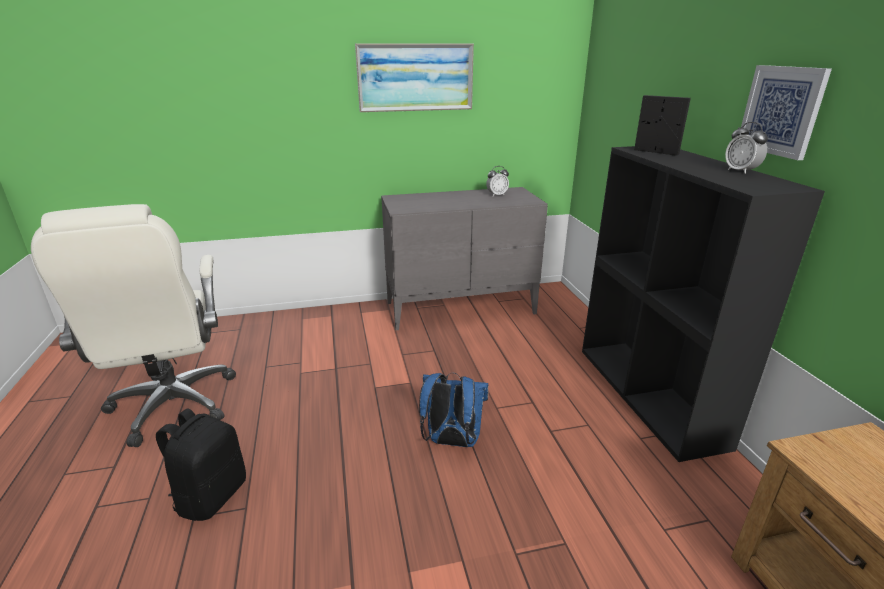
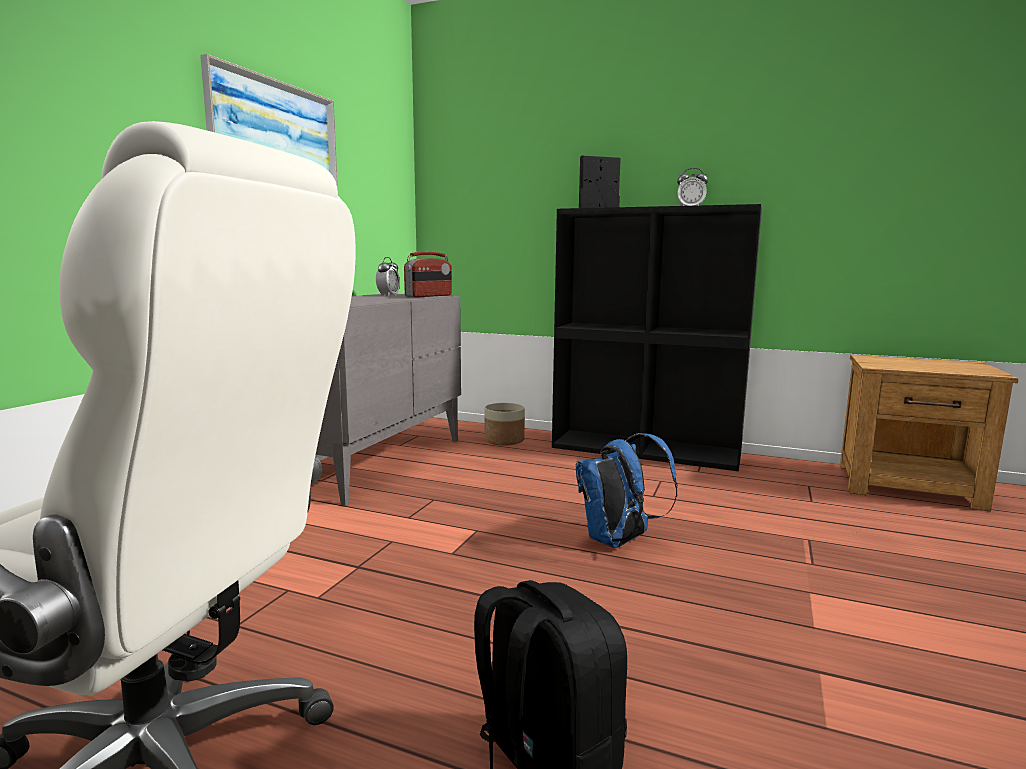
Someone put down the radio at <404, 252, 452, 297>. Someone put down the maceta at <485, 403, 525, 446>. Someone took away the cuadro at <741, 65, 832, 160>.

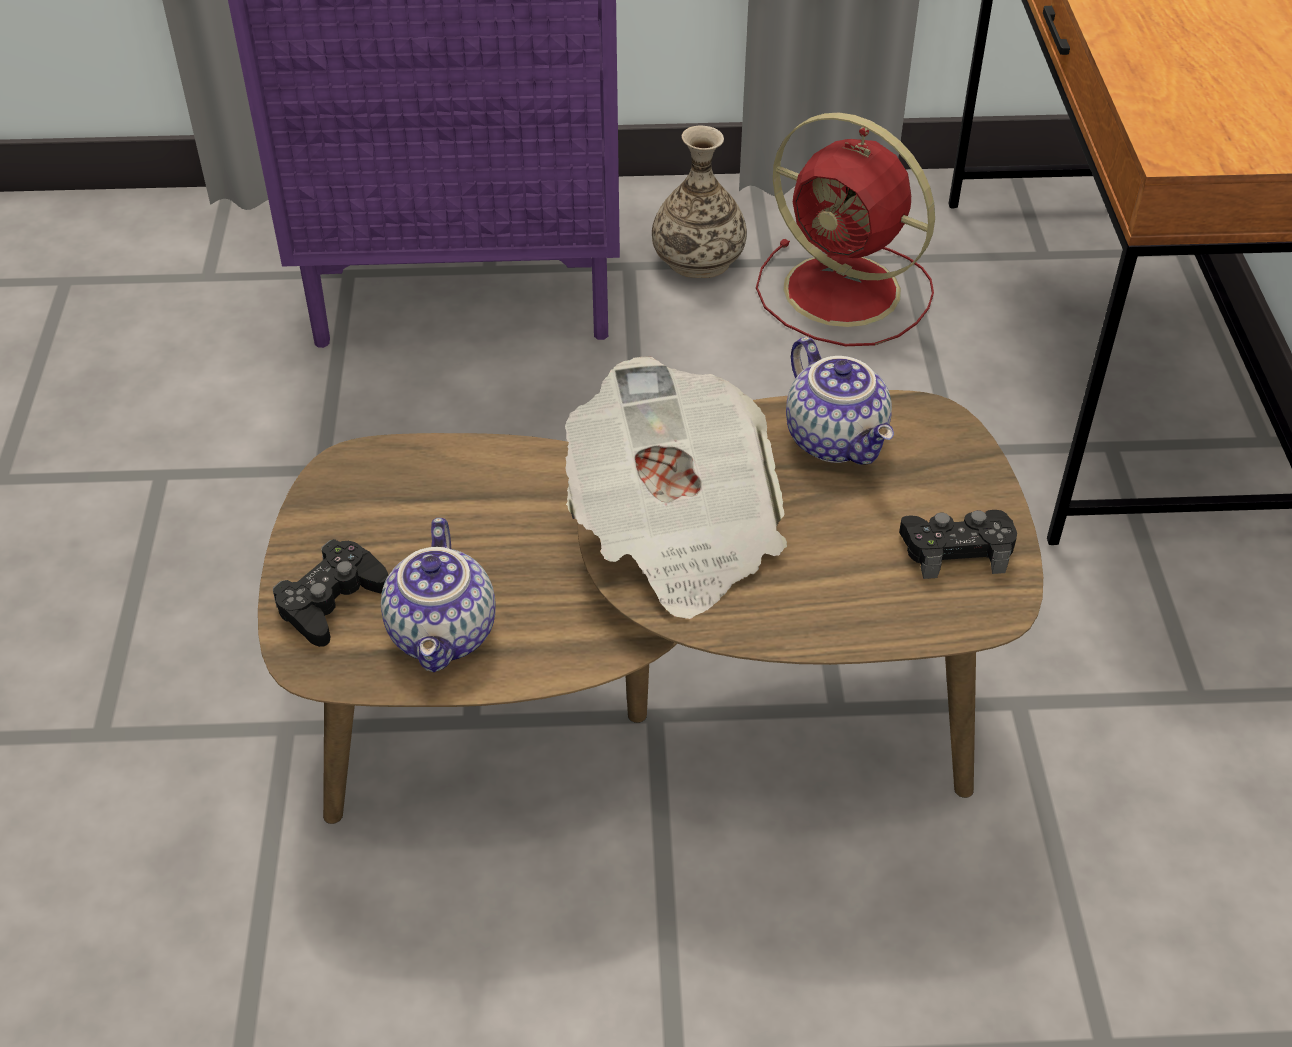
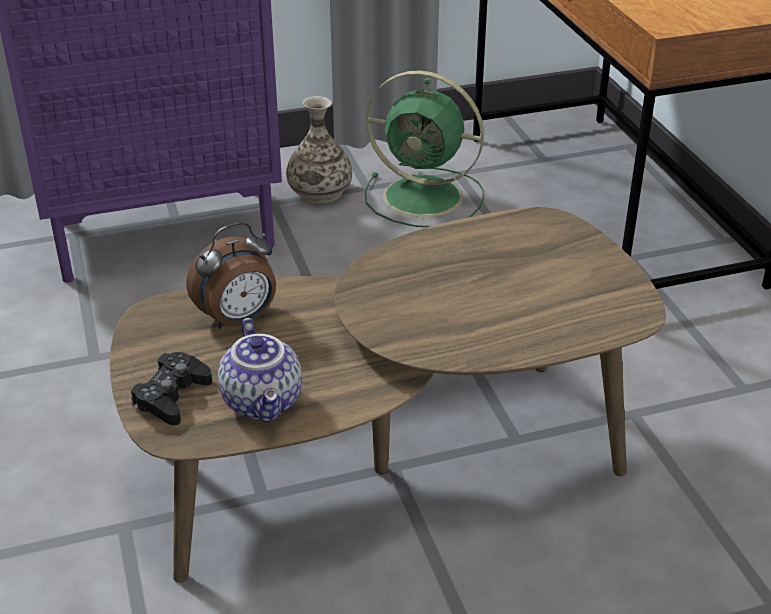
Someone put down the despertador at <186, 222, 276, 329>. Someone repainted the ventilador/rojo at <756, 113, 935, 346>, which became the ventilador/verde at <365, 70, 484, 227>. Someone took away the periódico at <565, 356, 787, 619>. Someone took away the tetera at <786, 337, 894, 465>. Someone took away the mando de consola/negro at <899, 510, 1017, 579>.

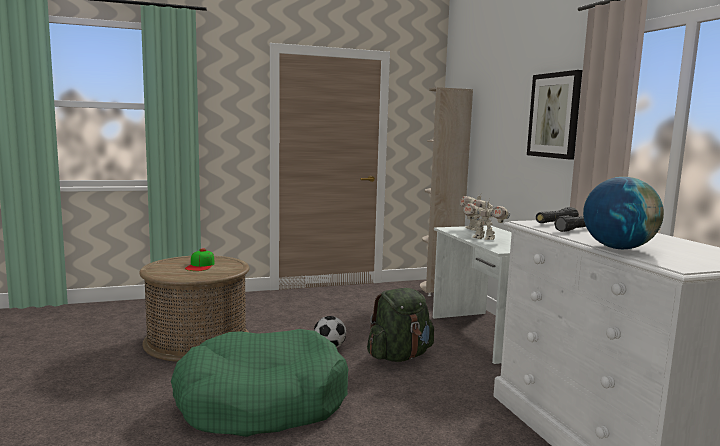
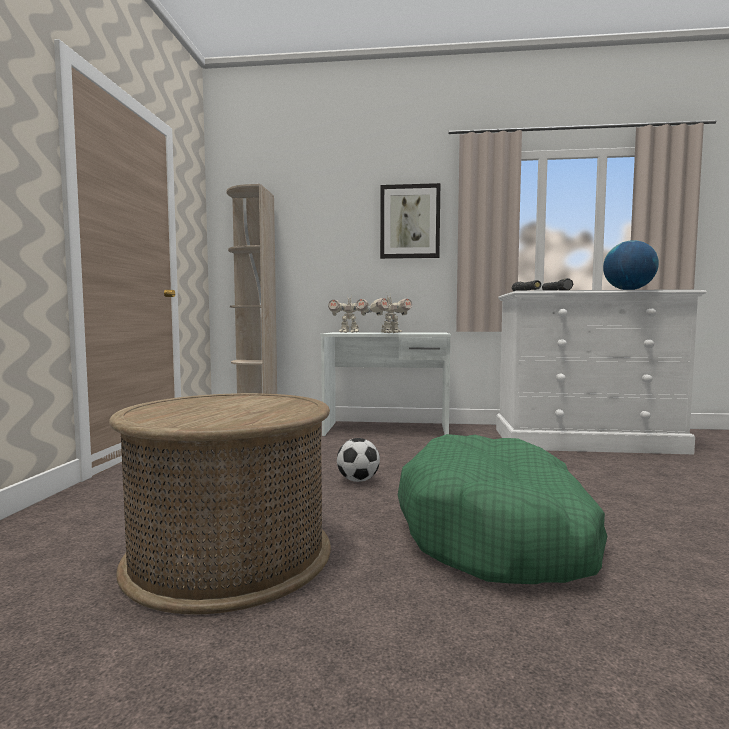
Someone took away the gorra at <185, 249, 215, 271>. Someone took away the mochila/verde at <367, 288, 434, 362>.

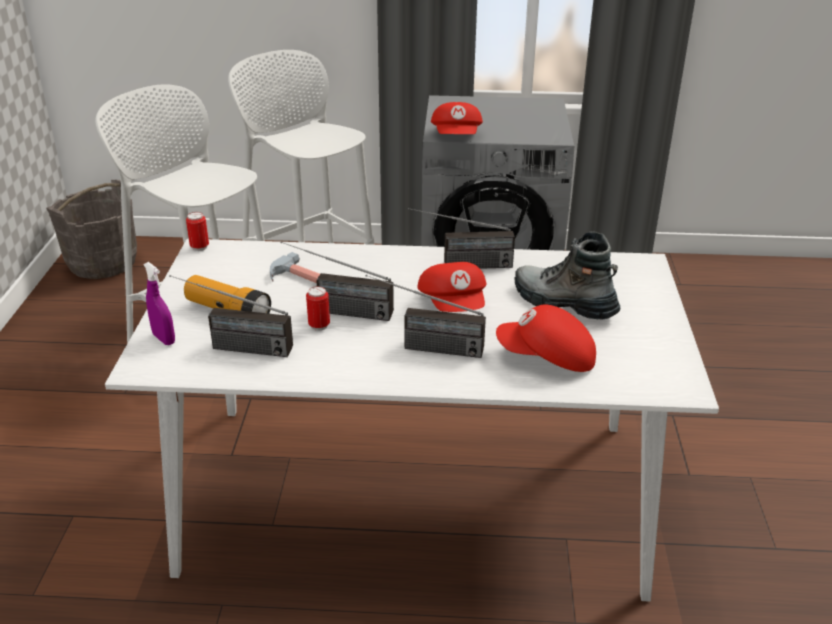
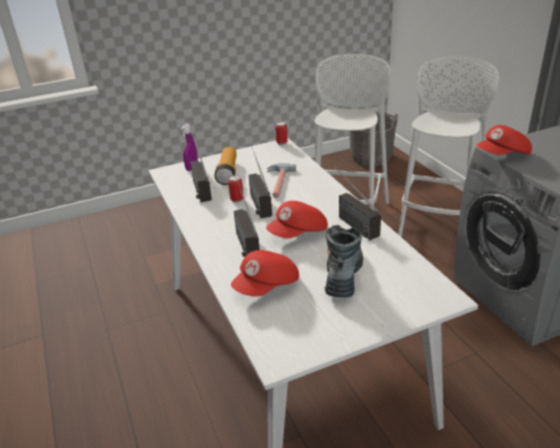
Someone rotated the gorra/rojo at <496, 304, 596, 372> by 120 degrees counterclockwise.

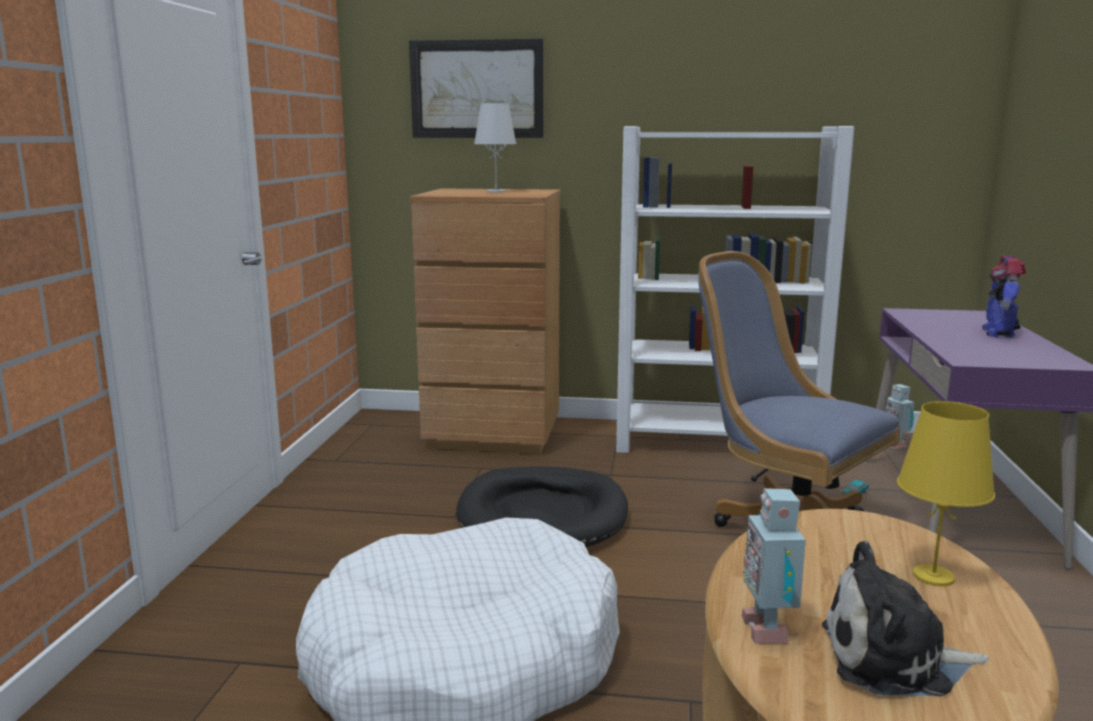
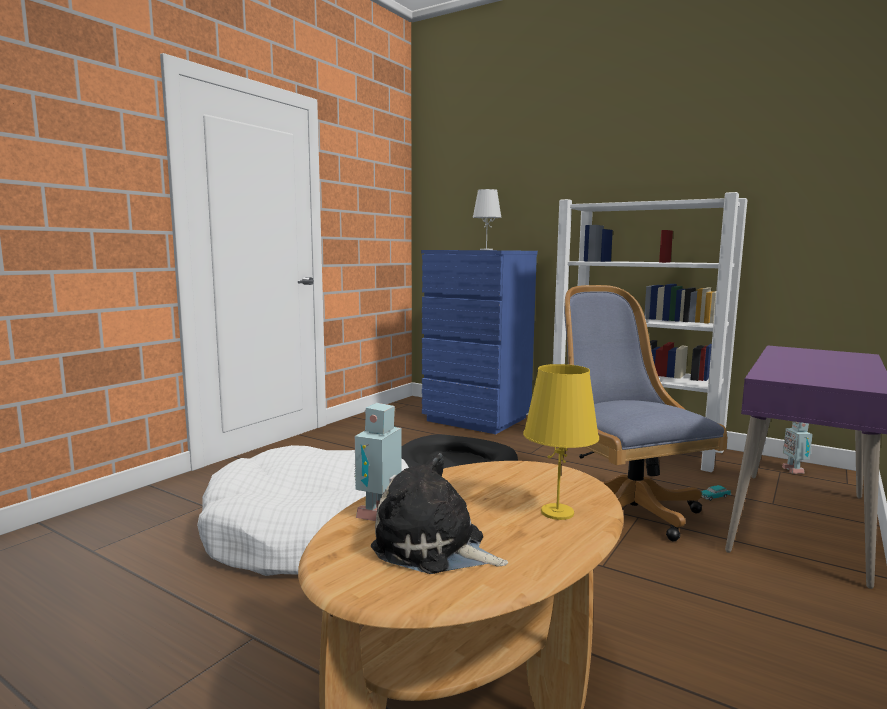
Someone repainted the cómoda/marrón at <410, 189, 560, 454>, which became the cómoda/azul at <421, 250, 538, 434>. Someone took away the cuadro at <409, 38, 544, 138>. Someone took away the robot de juguete at <982, 255, 1026, 337>.

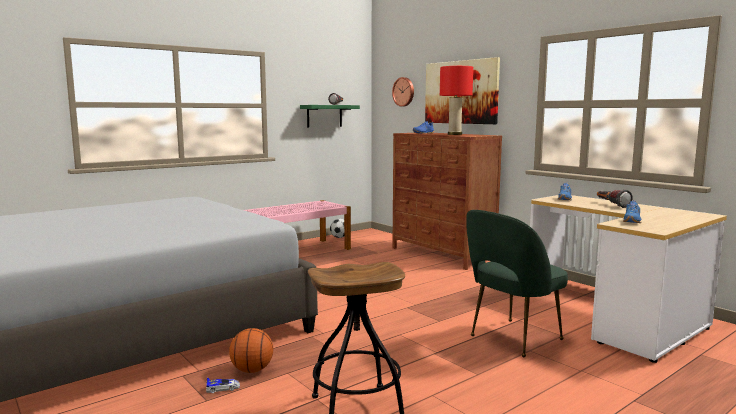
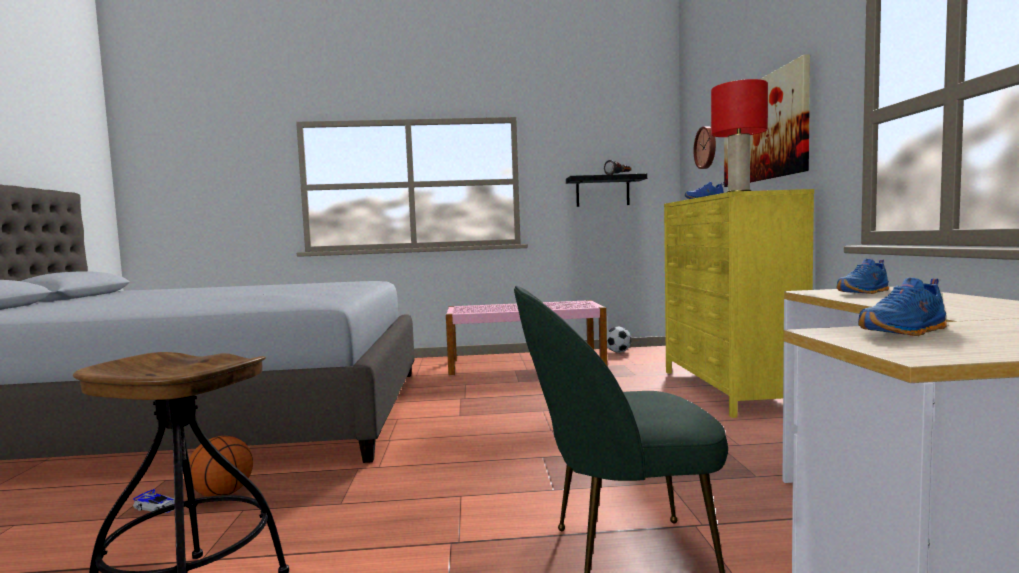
Someone repainted the estante/verde at <300, 105, 360, 127>, which became the estante/negro at <566, 174, 647, 207>. Someone repainted the cómoda/marrón at <392, 133, 502, 270>, which became the cómoda/amarillo at <664, 189, 814, 418>. Someone took away the linterna at <597, 190, 633, 208>.

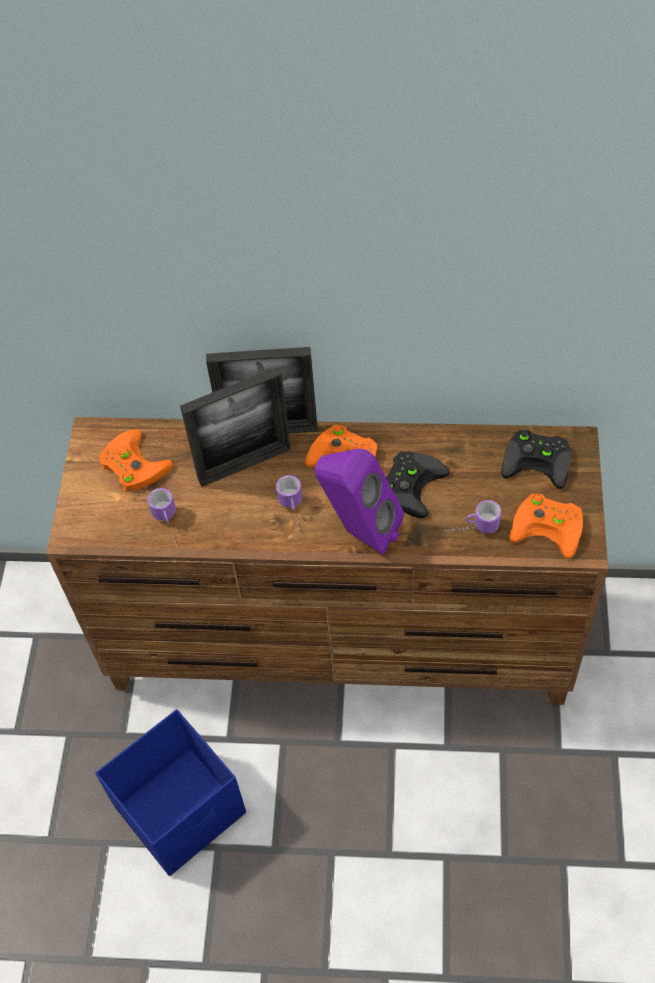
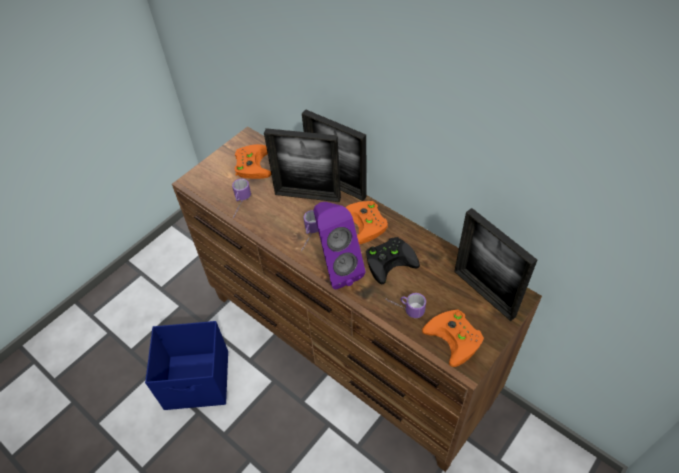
Someone swapped the mando de consola/negro at <501, 430, 571, 489> for the portarretratos at <454, 208, 537, 321>.

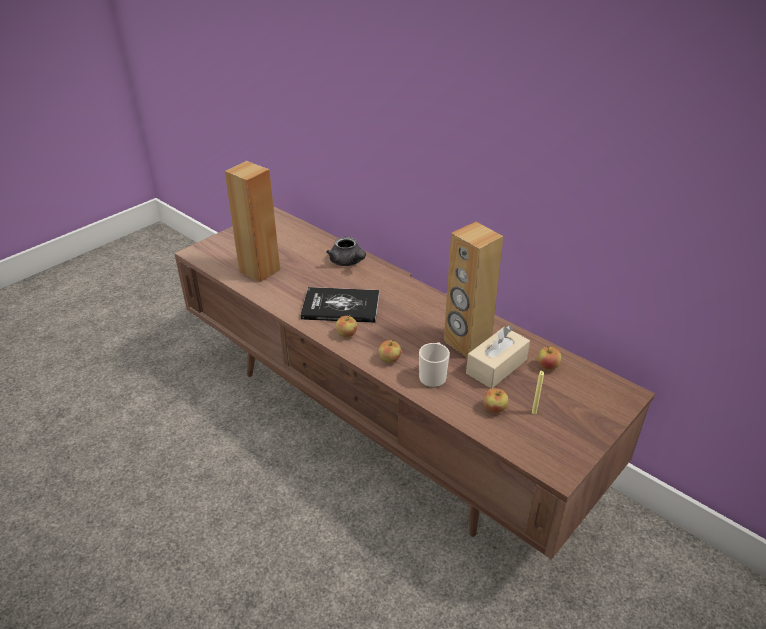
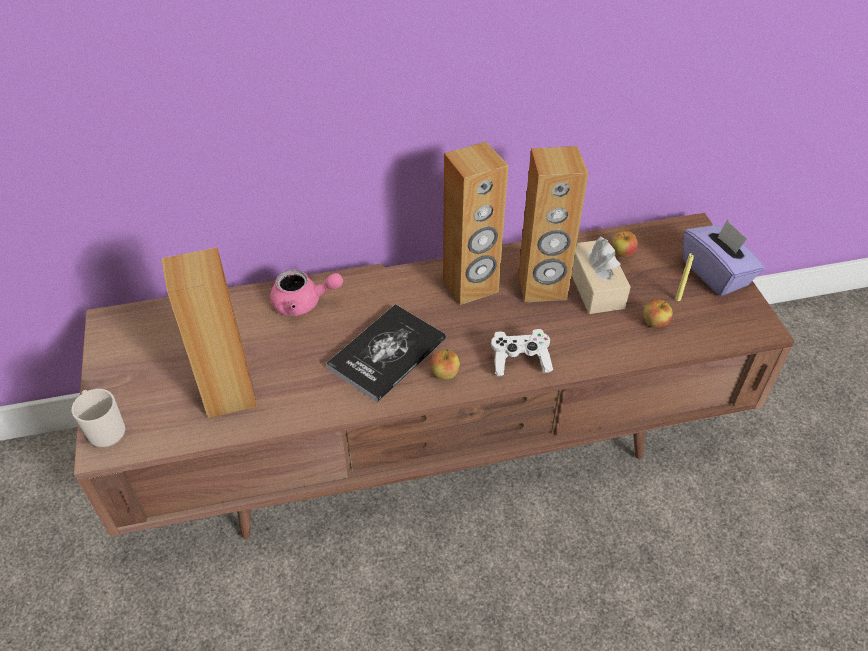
Someone carried the taza grande from <419, 342, 450, 388> to <72, 389, 126, 448>. Someone repainted the tetera/gris at <326, 237, 366, 266>, which became the tetera/rosa at <270, 270, 343, 316>. Someone put down the altavoz/marrón at <443, 142, 509, 305>. Someone swapped the manzana at <378, 339, 401, 363> for the mando de consola/blanco at <491, 329, 553, 376>. Someone put down the caja de pañuelos/morado at <683, 219, 764, 296>.

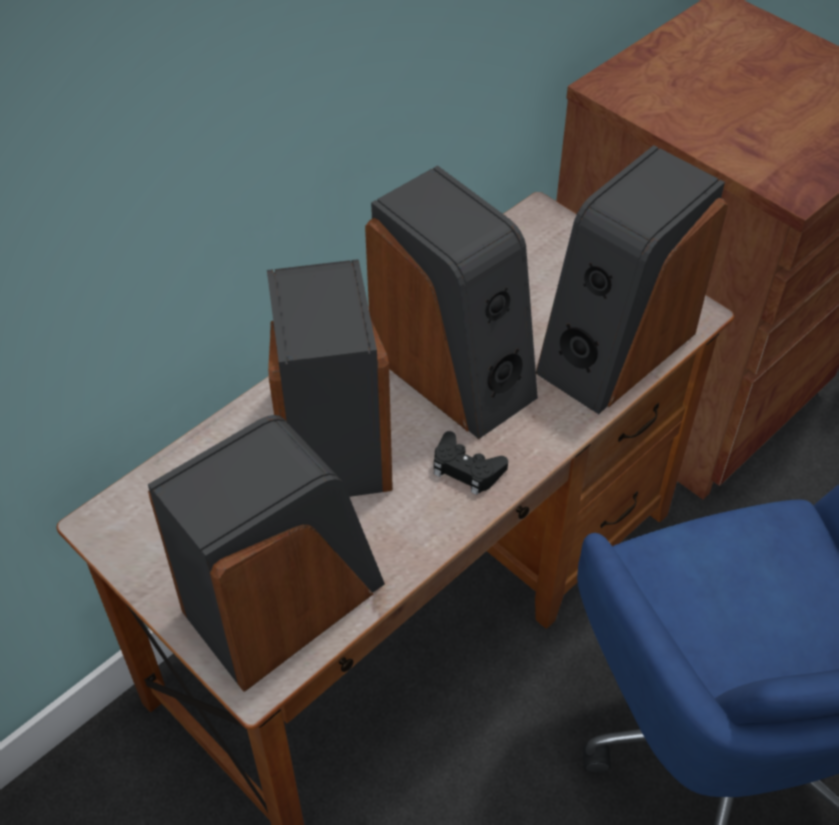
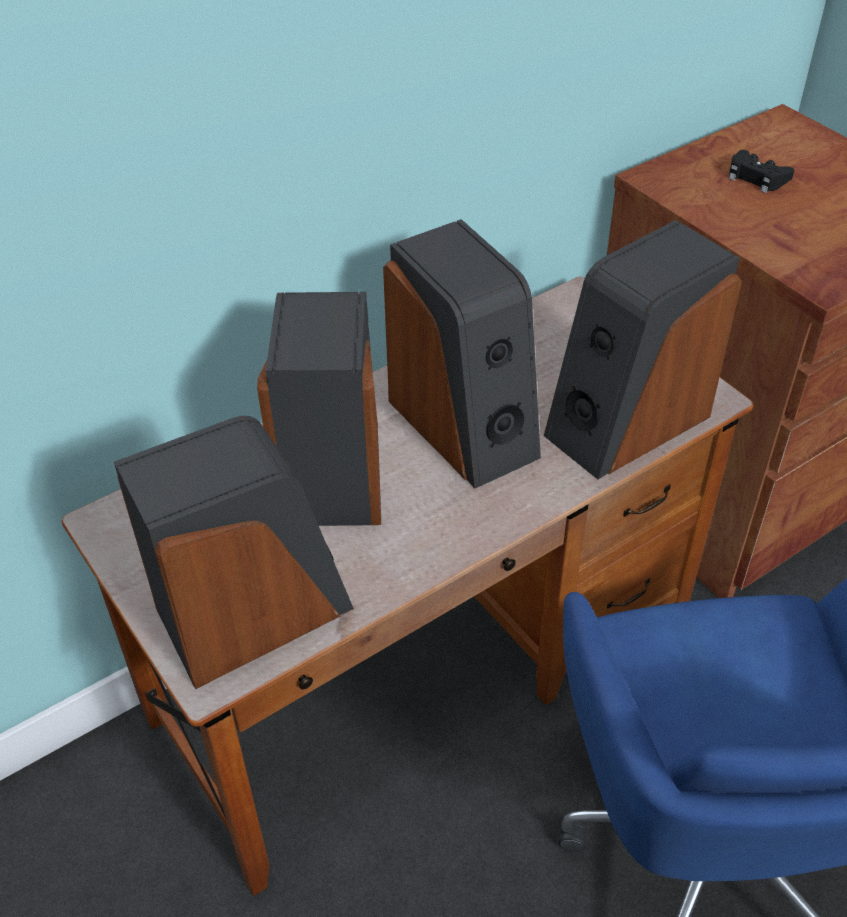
Someone carried the mando de consola/negro from <434, 431, 508, 495> to <729, 150, 794, 193>.

